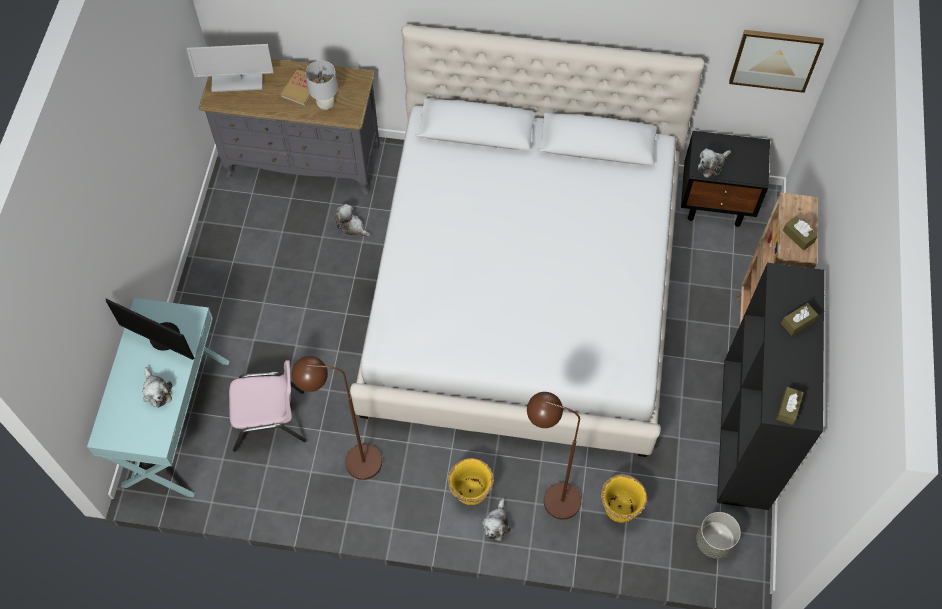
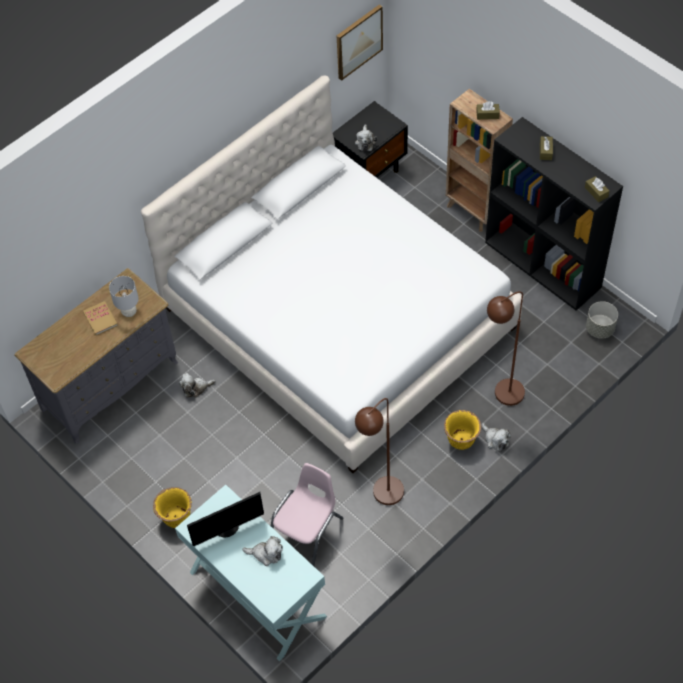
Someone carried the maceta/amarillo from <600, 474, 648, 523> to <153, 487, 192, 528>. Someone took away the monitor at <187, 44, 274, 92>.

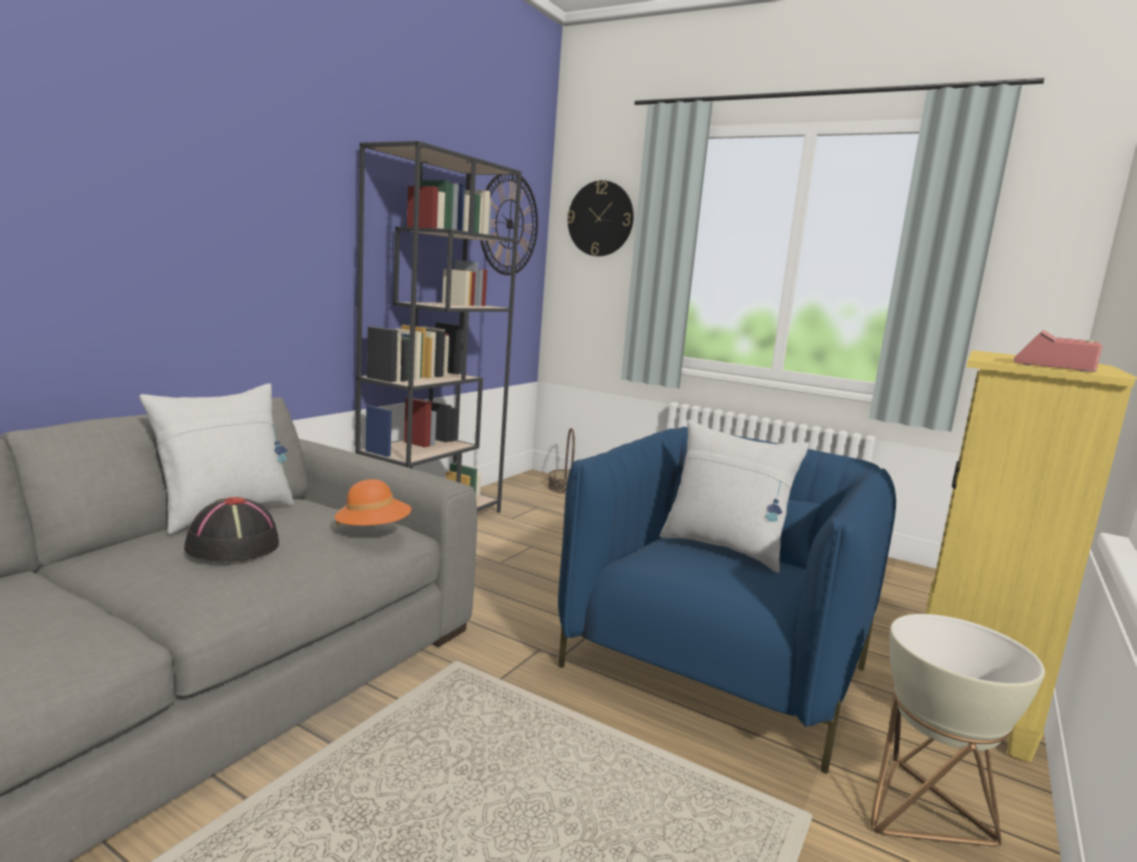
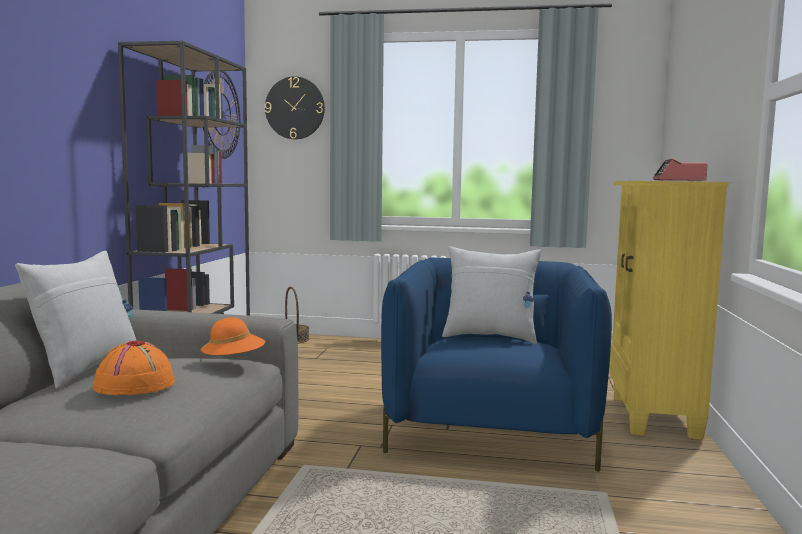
Someone repainted the sombrero/negro at <184, 497, 279, 562>, which became the sombrero/naranja at <93, 341, 175, 395>. Someone took away the maceta at <871, 614, 1045, 846>.

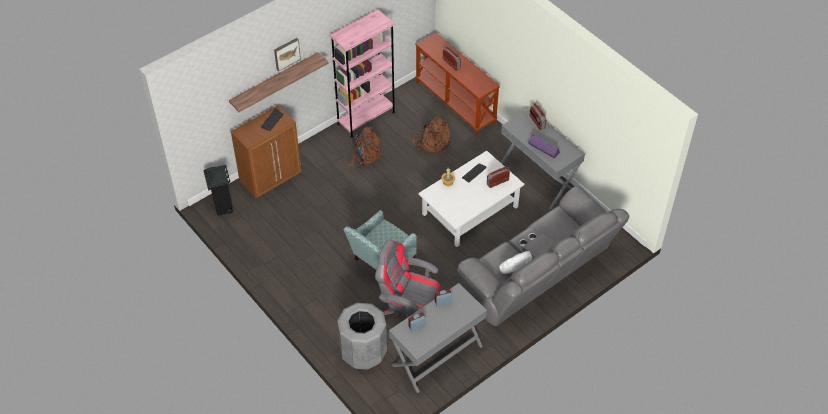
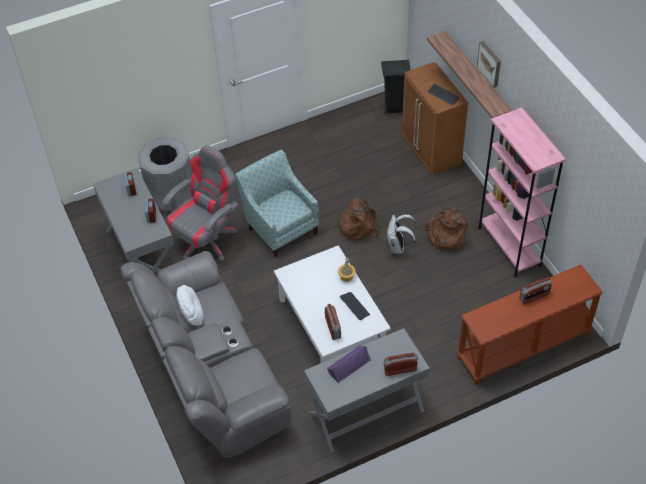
Someone carried the mochila/marrón from <412, 116, 451, 153> to <336, 198, 379, 241>. Someone put down the mochila/blanco at <387, 214, 417, 254>.

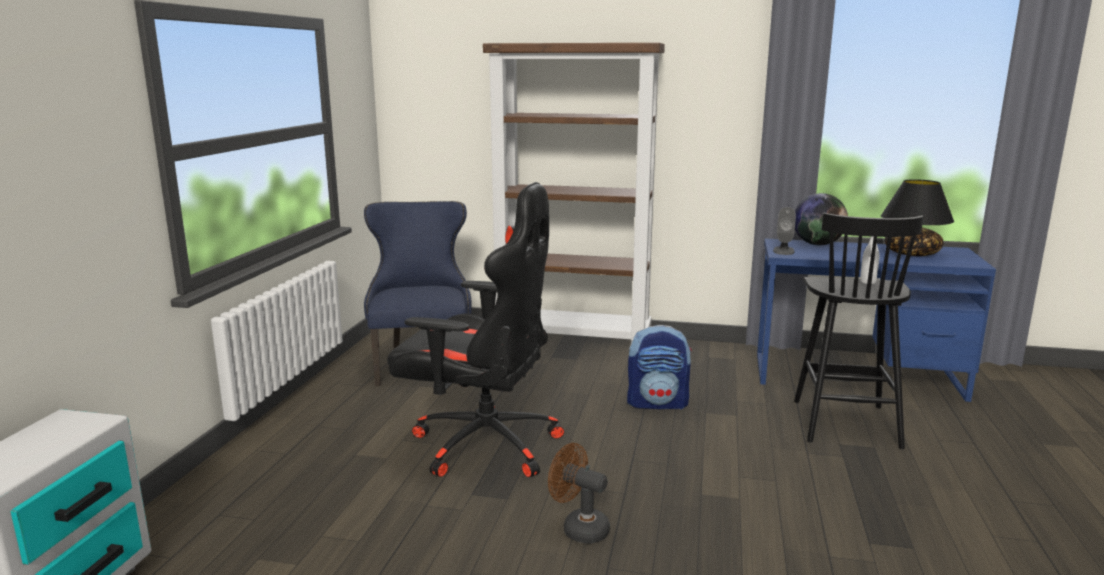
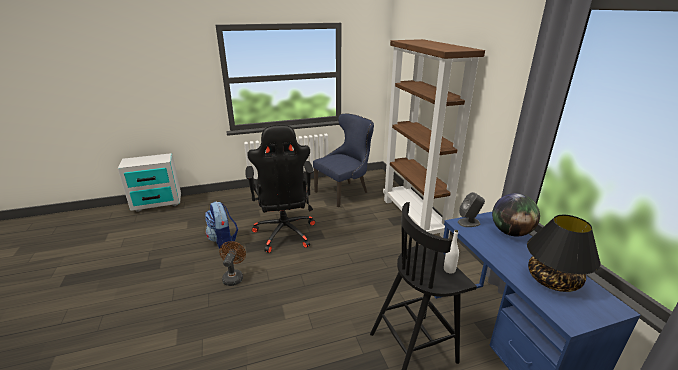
Someone carried the mochila from <627, 325, 692, 410> to <205, 201, 238, 249>.

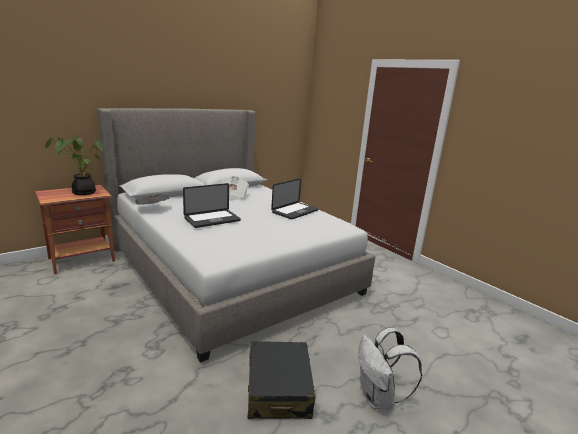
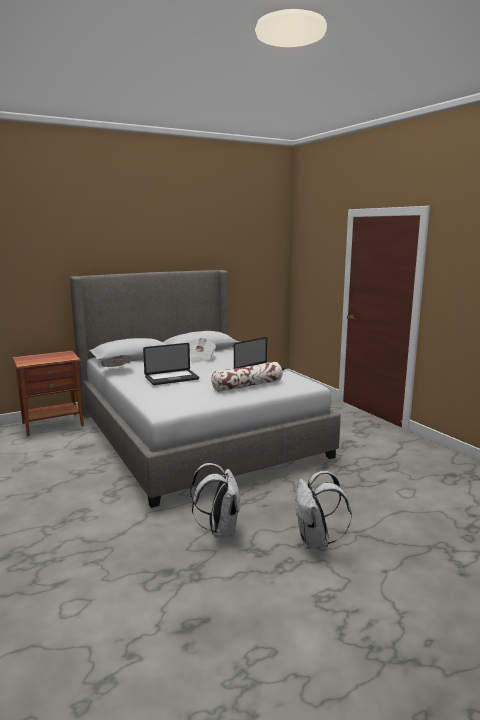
Someone swapped the maleta/negro at <247, 341, 316, 419> for the mochila/blanco at <190, 463, 241, 538>. Someone put down the cojín at <211, 362, 282, 392>. Someone took away the planta en maceta at <45, 134, 103, 195>.

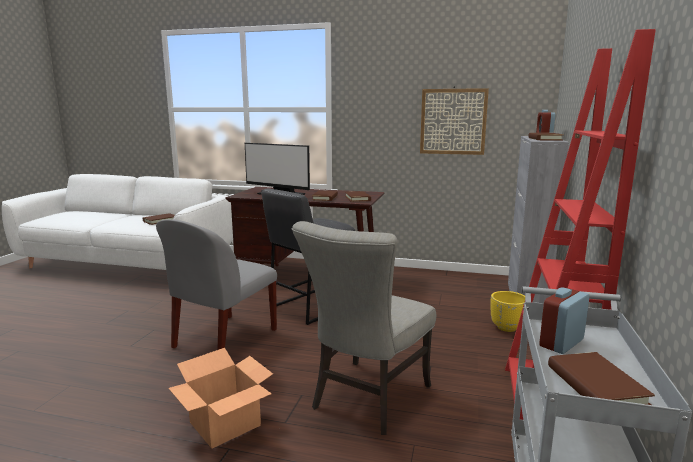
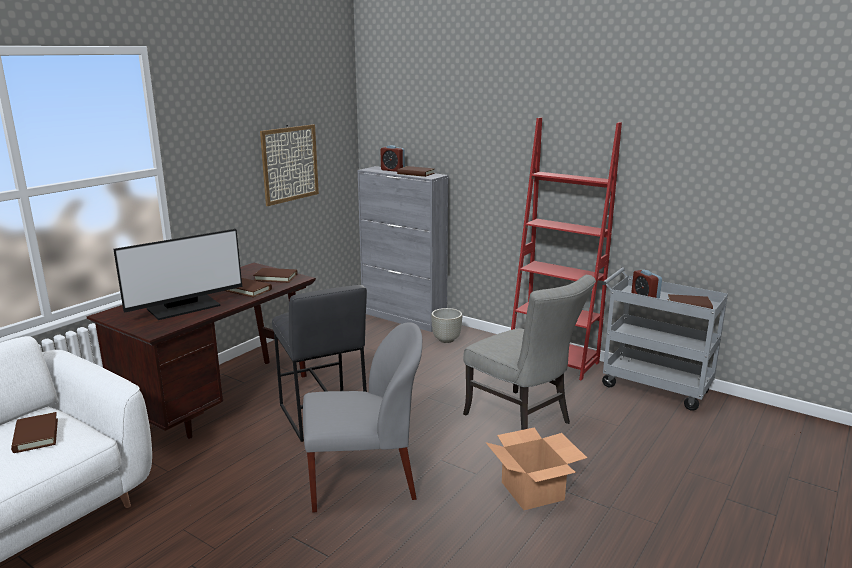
Someone rotated the silla/gris at <156, 219, 277, 350> by 60 degrees counterclockwise. Someone repainted the maceta/amarillo at <491, 291, 525, 332>, which became the maceta/gris at <431, 308, 462, 343>.

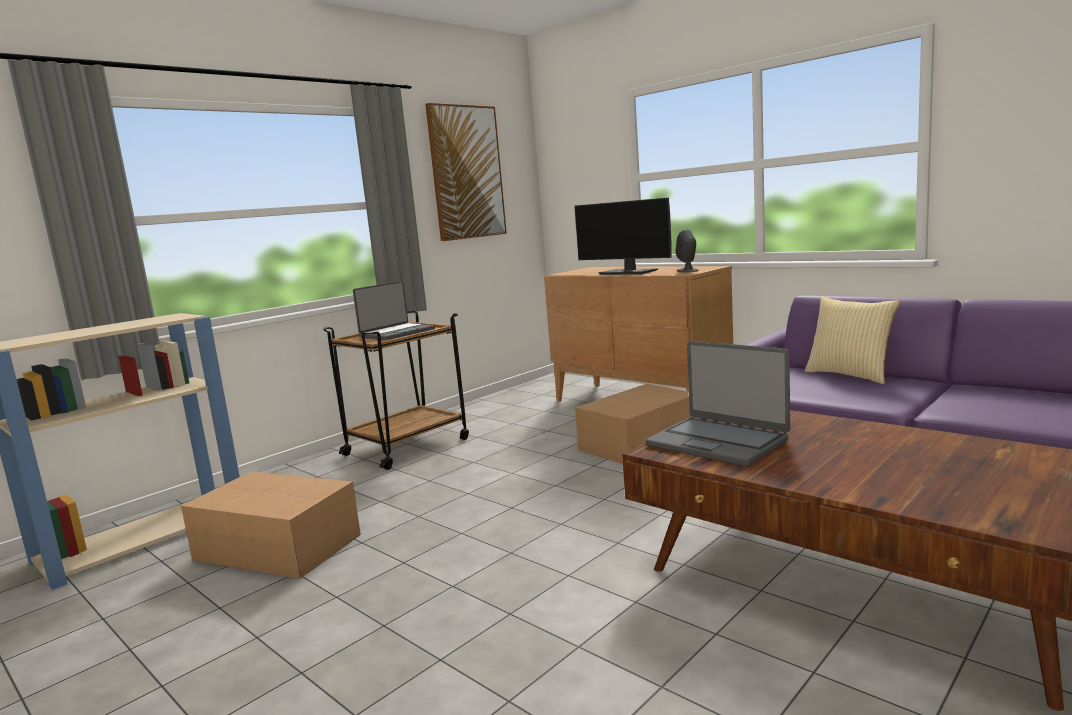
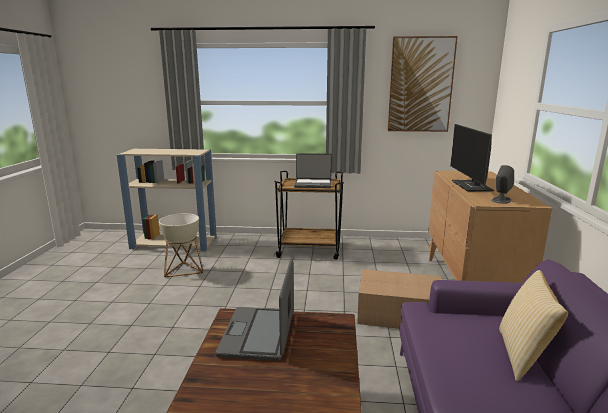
Someone swapped the caja de cartón at <181, 472, 361, 579> for the maceta at <159, 213, 203, 277>.

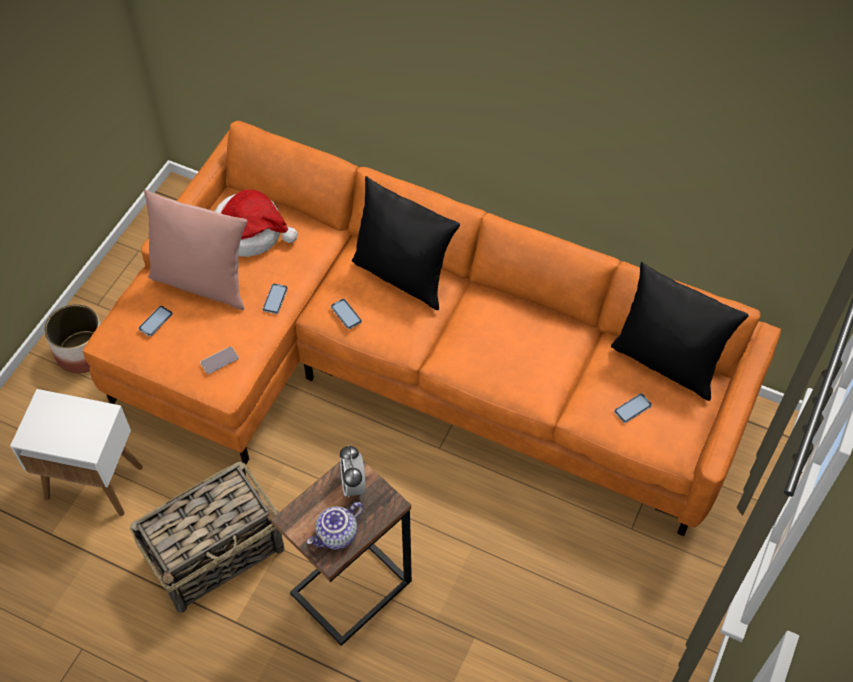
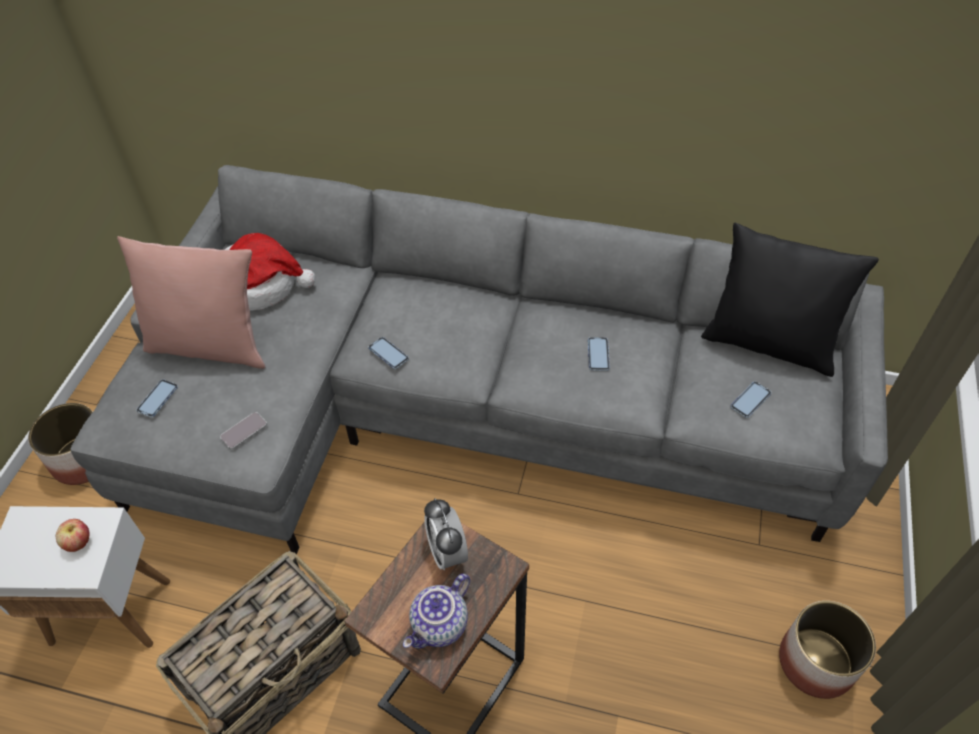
Someone put down the manzana at <56, 519, 89, 552>. Someone repainted the sofá/naranja at <83, 121, 781, 536>, which became the sofá/gris at <70, 165, 888, 554>. Someone carried the móvil from <263, 283, 288, 314> to <588, 337, 610, 371>. Someone put down the maceta at <779, 601, 876, 699>. Someone took away the cojín/negro at <352, 176, 460, 310>.

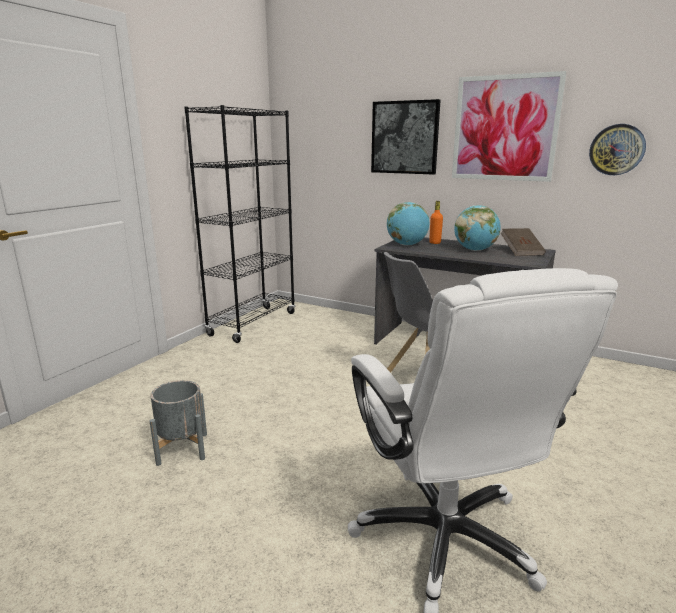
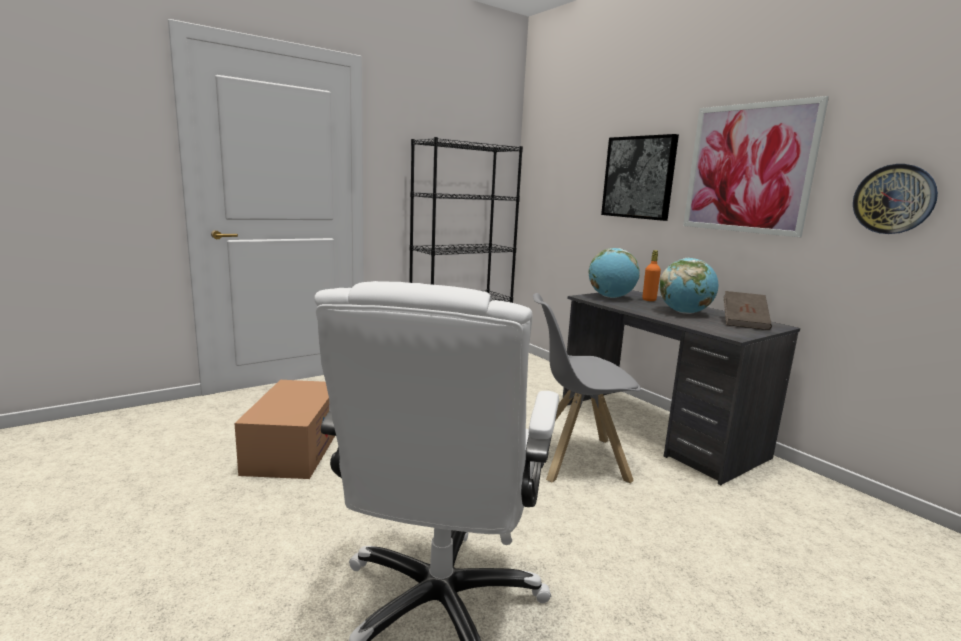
Someone swapped the maceta/gris at <150, 380, 207, 466> for the caja de cartón at <235, 380, 335, 479>.

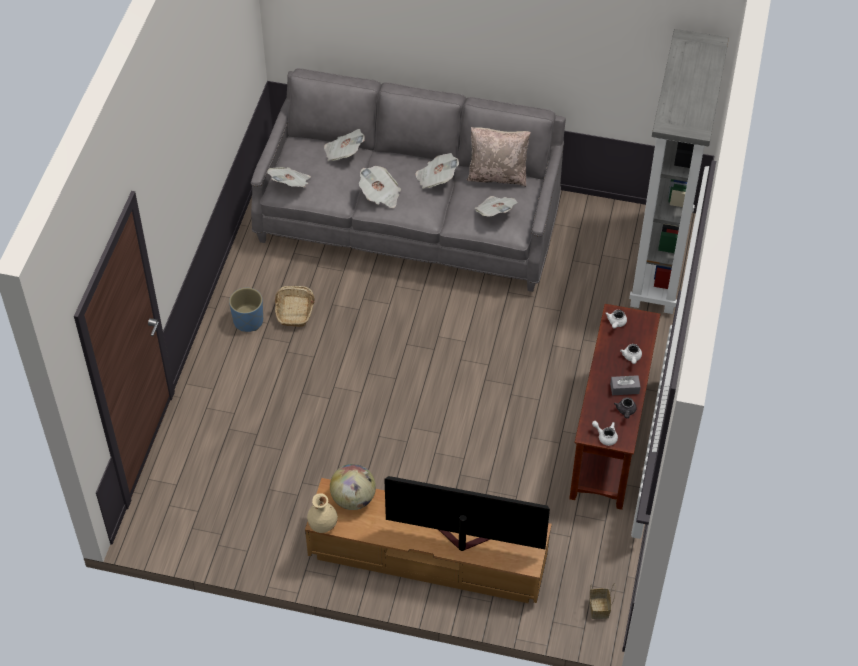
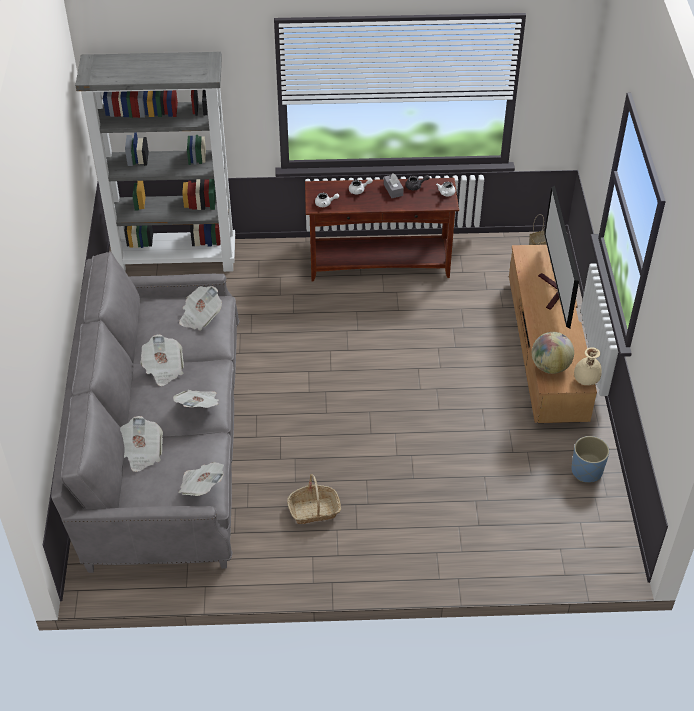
Someone carried the maceta/azul from <229, 288, 263, 332> to <571, 436, 609, 483>. Someone took away the cojín/beis at <467, 127, 531, 187>.

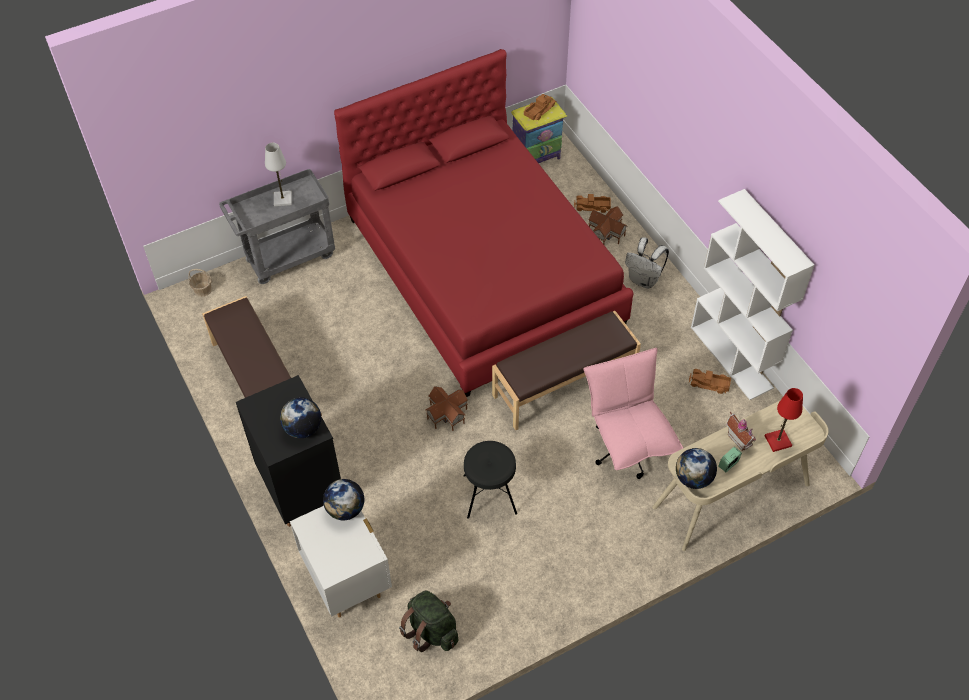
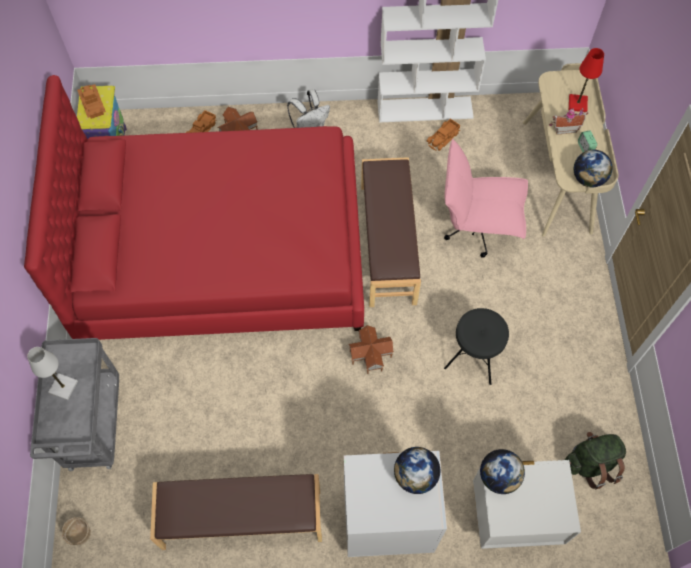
Someone repainted the cómoda/negro at <236, 375, 341, 527>, which became the cómoda/blanco at <344, 451, 447, 557>.

